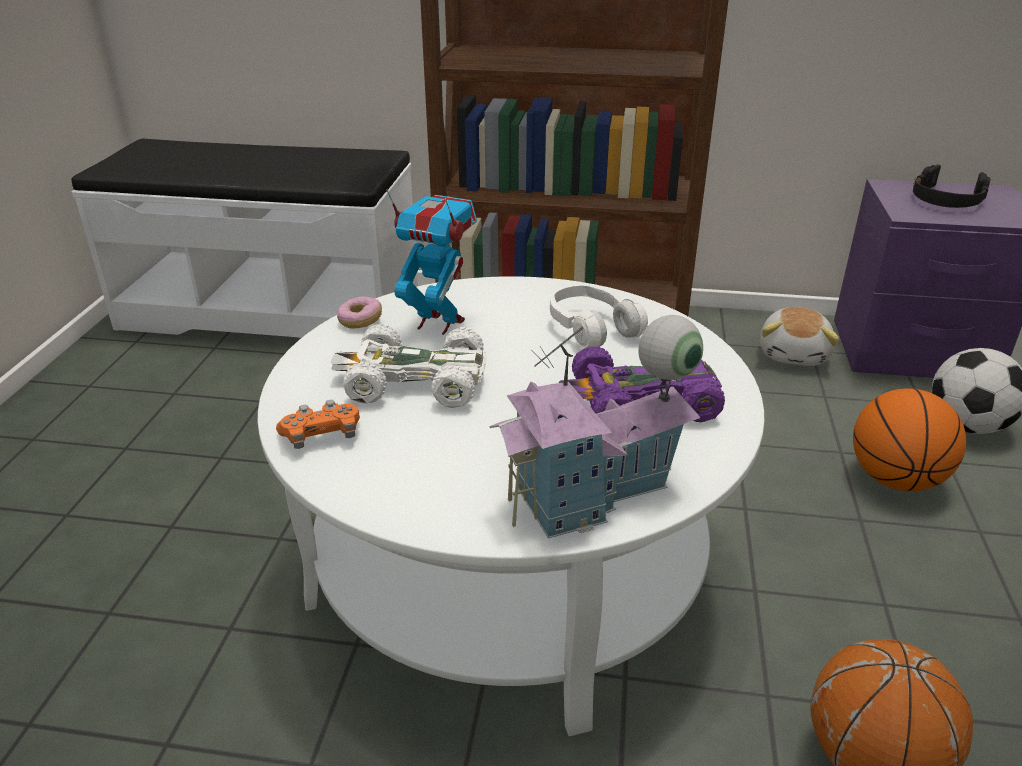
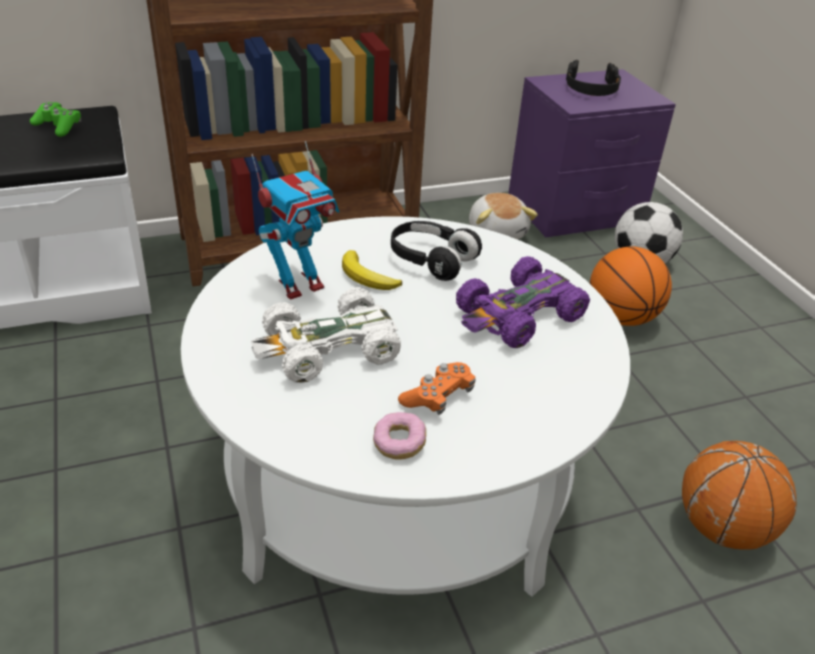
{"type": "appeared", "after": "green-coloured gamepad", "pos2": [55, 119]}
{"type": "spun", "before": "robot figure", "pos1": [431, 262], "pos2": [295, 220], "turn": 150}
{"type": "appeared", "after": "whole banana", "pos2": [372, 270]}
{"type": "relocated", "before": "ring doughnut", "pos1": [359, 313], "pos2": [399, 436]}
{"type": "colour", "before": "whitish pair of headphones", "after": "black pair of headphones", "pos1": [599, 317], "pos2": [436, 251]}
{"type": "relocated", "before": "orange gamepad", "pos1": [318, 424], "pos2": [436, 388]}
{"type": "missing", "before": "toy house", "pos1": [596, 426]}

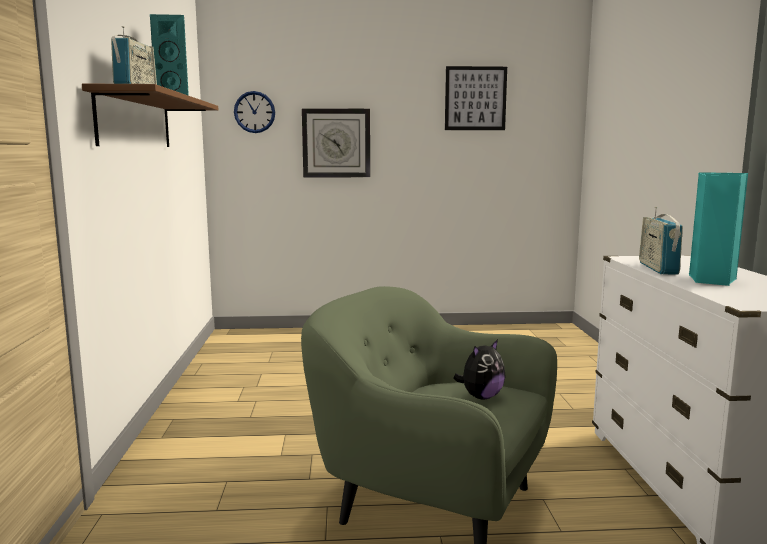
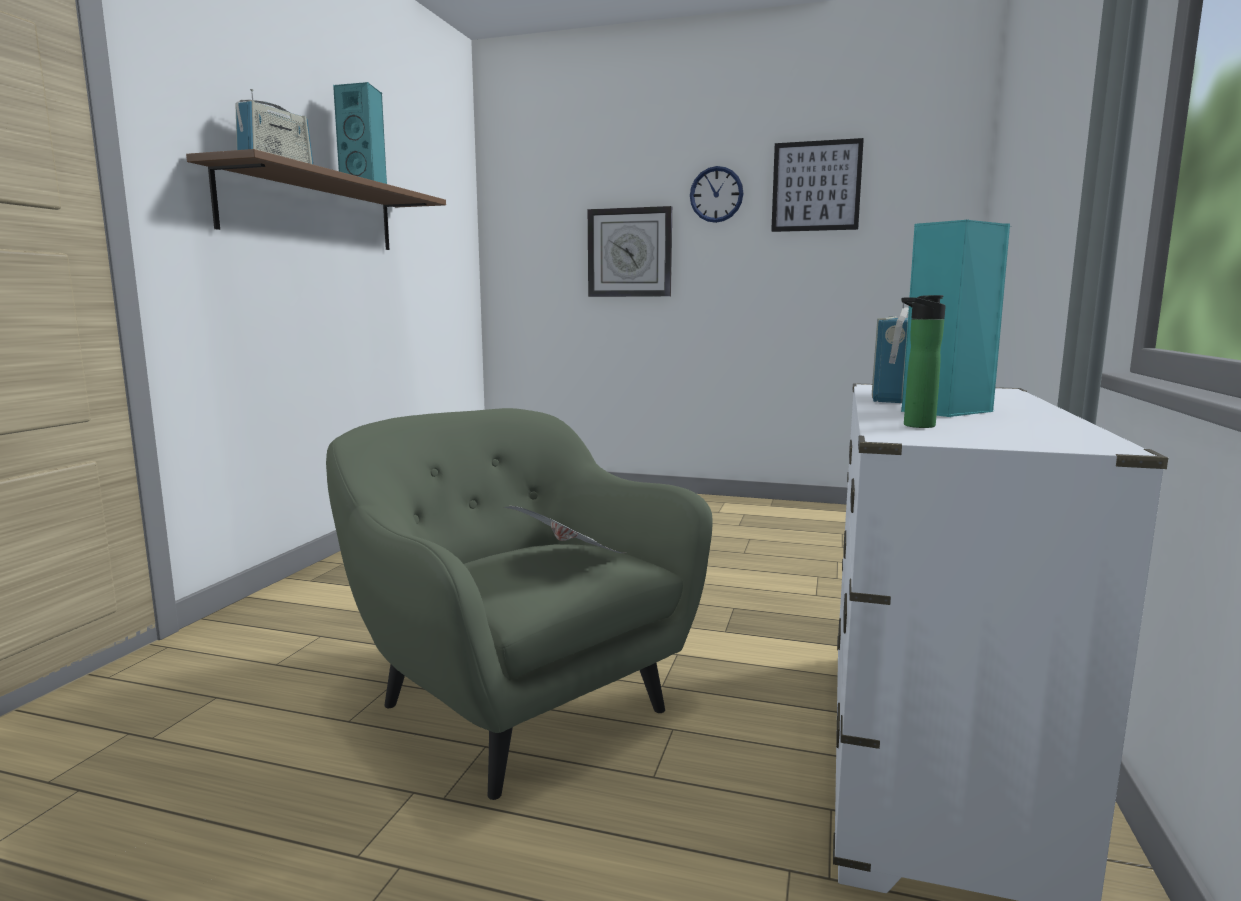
{"type": "exchanged", "before": "plush toy", "after": "printed paper", "pos1": [479, 369], "pos2": [563, 529]}
{"type": "relocated", "before": "hanging clock", "pos1": [254, 112], "pos2": [717, 194]}
{"type": "appeared", "after": "bottle", "pos2": [923, 361]}

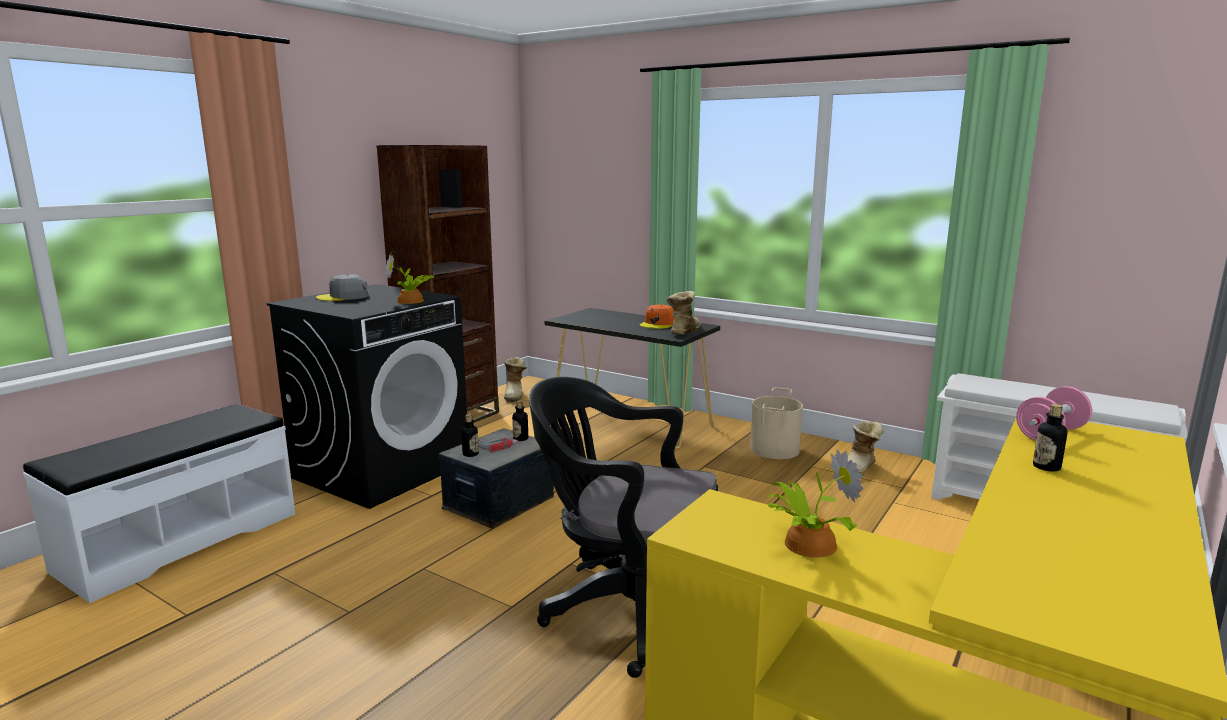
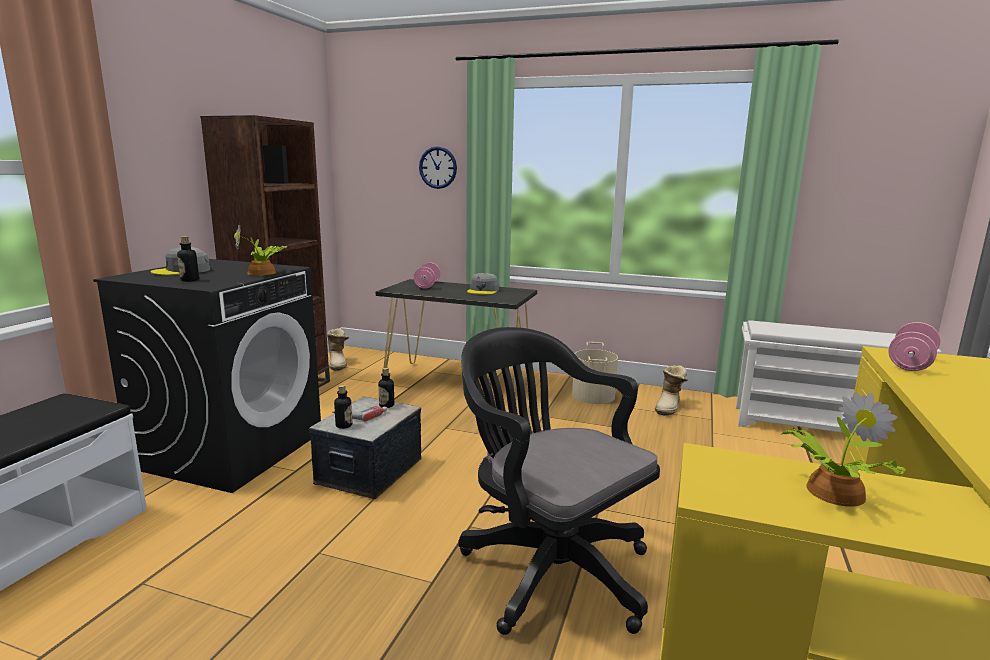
{"type": "relocated", "before": "bottle", "pos1": [1050, 437], "pos2": [188, 259]}
{"type": "appeared", "after": "pink dumbbell", "pos2": [427, 275]}
{"type": "appeared", "after": "hanging clock", "pos2": [438, 167]}
{"type": "spun", "before": "black office chair", "pos1": [623, 527], "pos2": [559, 481], "turn": 45}
{"type": "colour", "before": "orange cap", "after": "grey cap", "pos1": [657, 317], "pos2": [483, 283]}
{"type": "missing", "before": "boot", "pos1": [683, 313]}

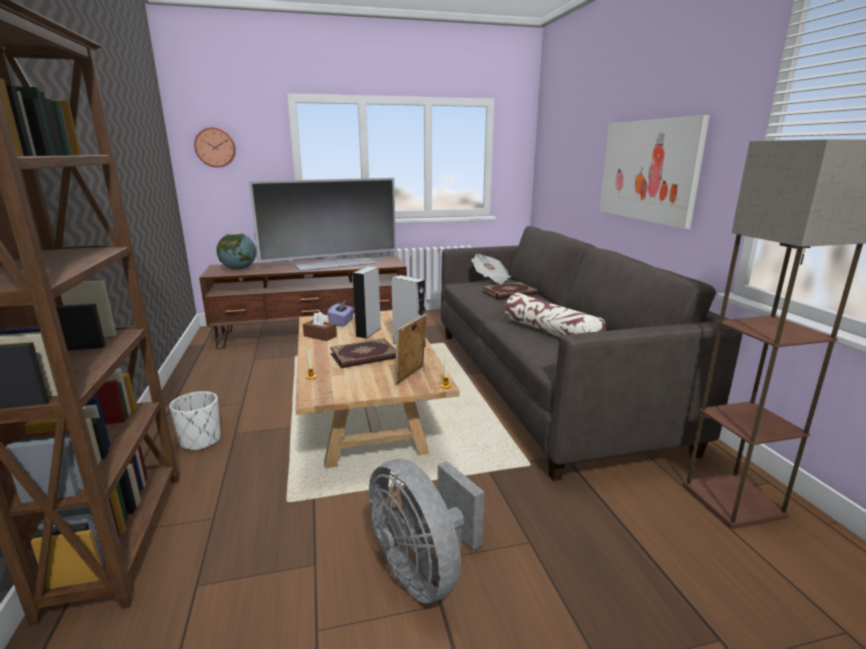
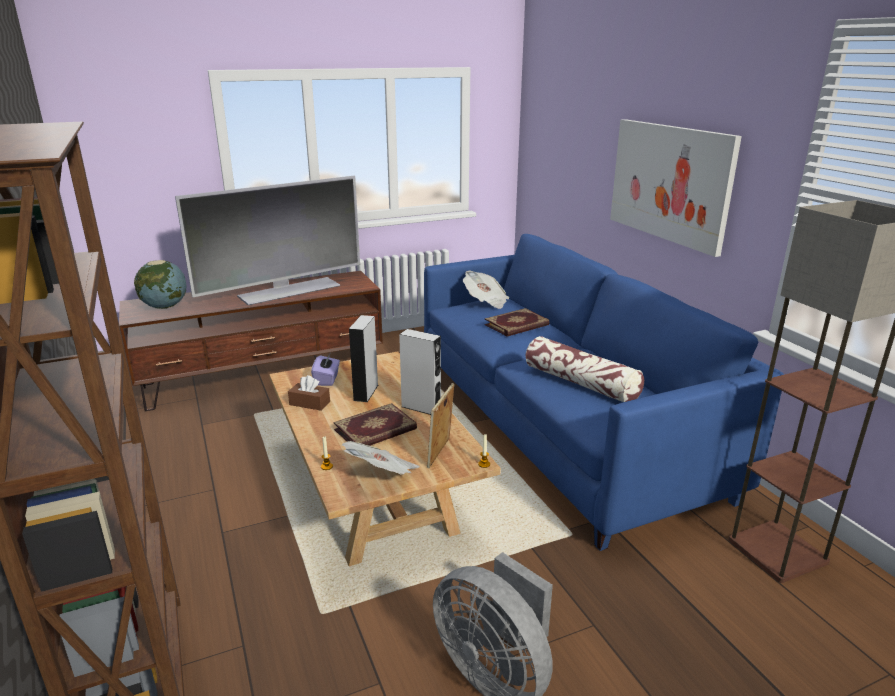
{"type": "appeared", "after": "printed paper", "pos2": [381, 458]}
{"type": "colour", "before": "grey sofa", "after": "blue sofa", "pos1": [592, 353], "pos2": [604, 392]}
{"type": "missing", "before": "whitish flower pot", "pos1": [195, 421]}
{"type": "missing", "before": "hanging clock", "pos1": [215, 147]}

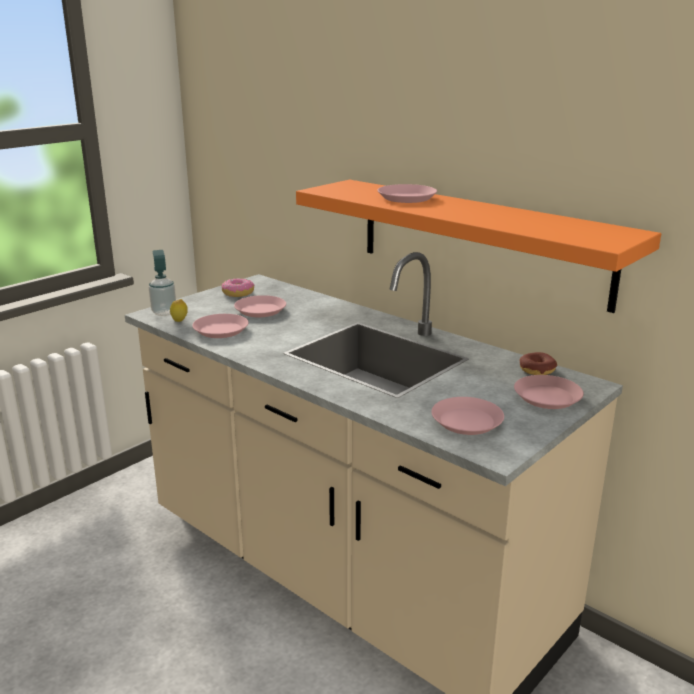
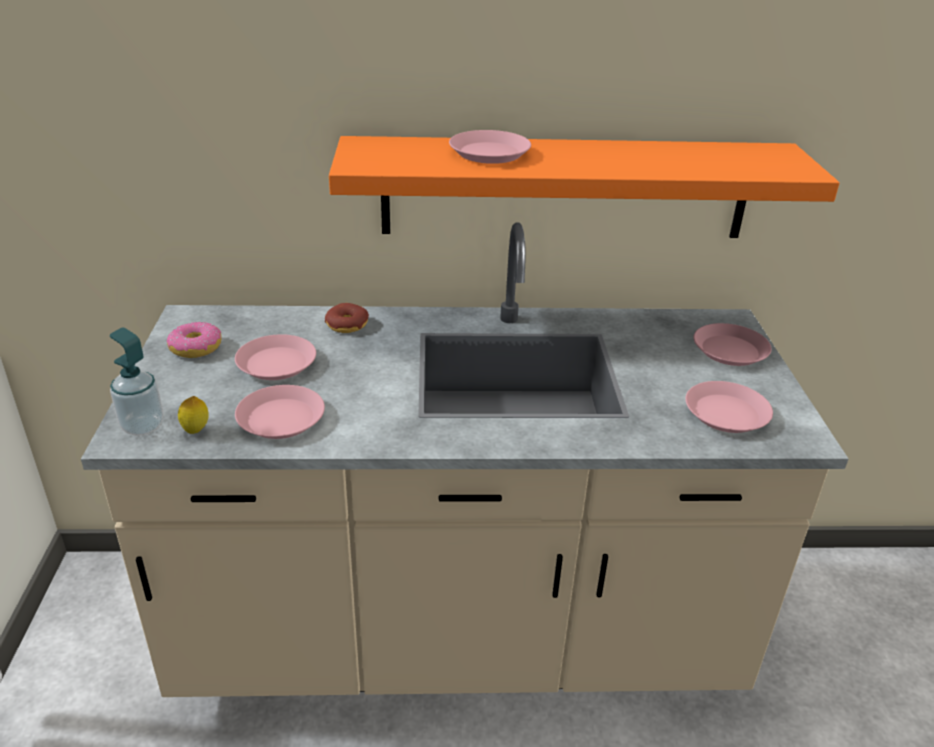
{"type": "relocated", "before": "ring doughnut", "pos1": [538, 363], "pos2": [347, 318]}

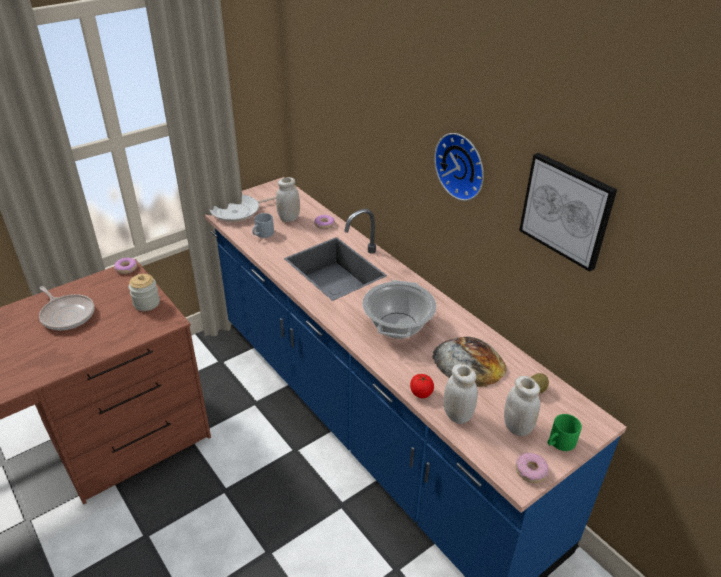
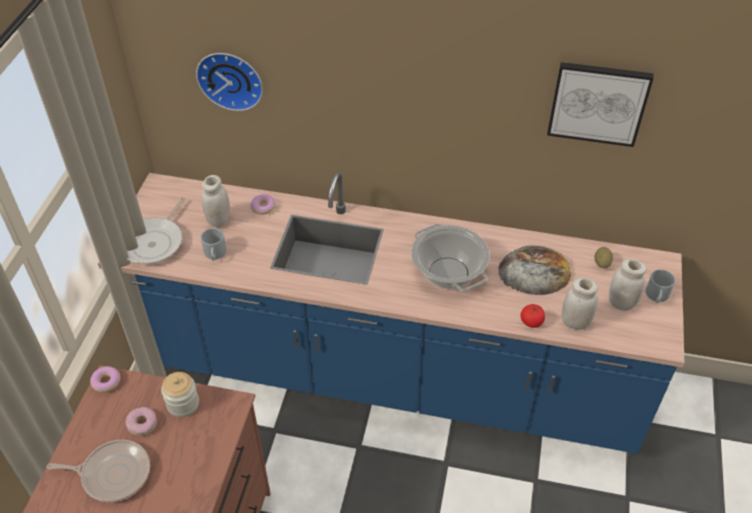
{"type": "relocated", "before": "ring doughnut", "pos1": [532, 468], "pos2": [141, 421]}
{"type": "relocated", "before": "hanging clock", "pos1": [459, 167], "pos2": [229, 82]}
{"type": "colour", "before": "green-coloured tea mug", "after": "grey tea mug", "pos1": [564, 432], "pos2": [660, 286]}

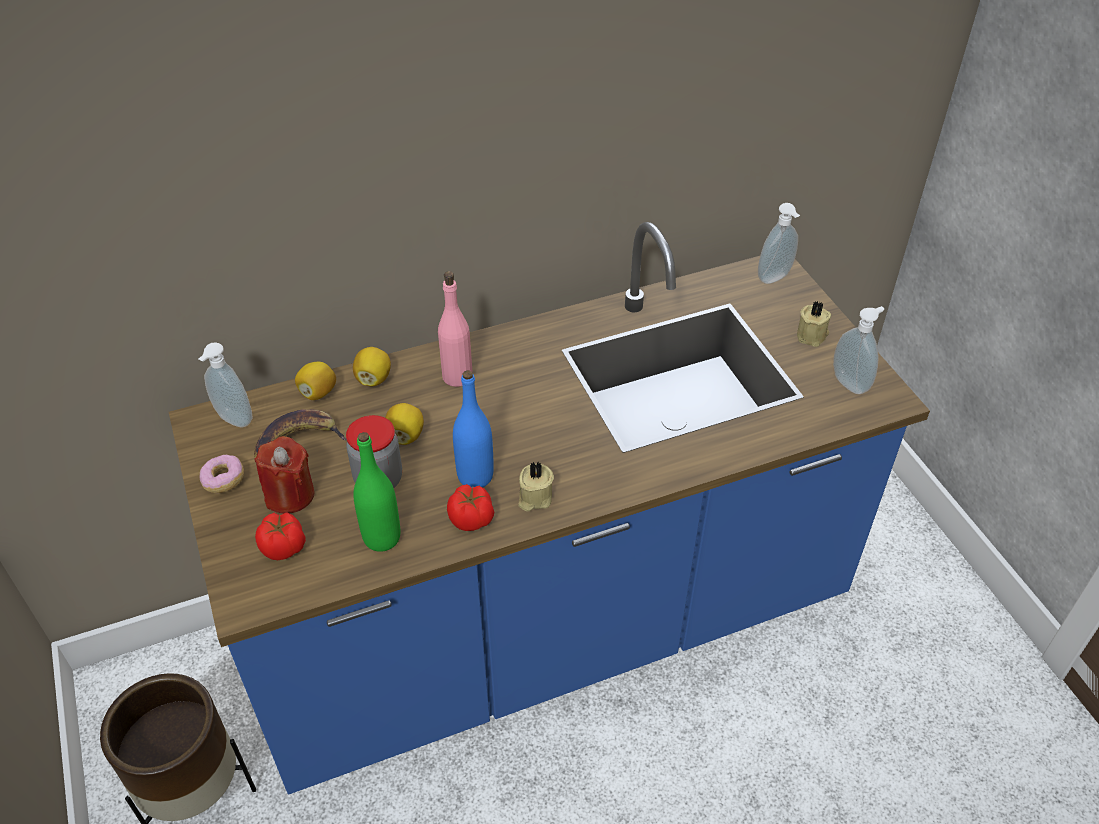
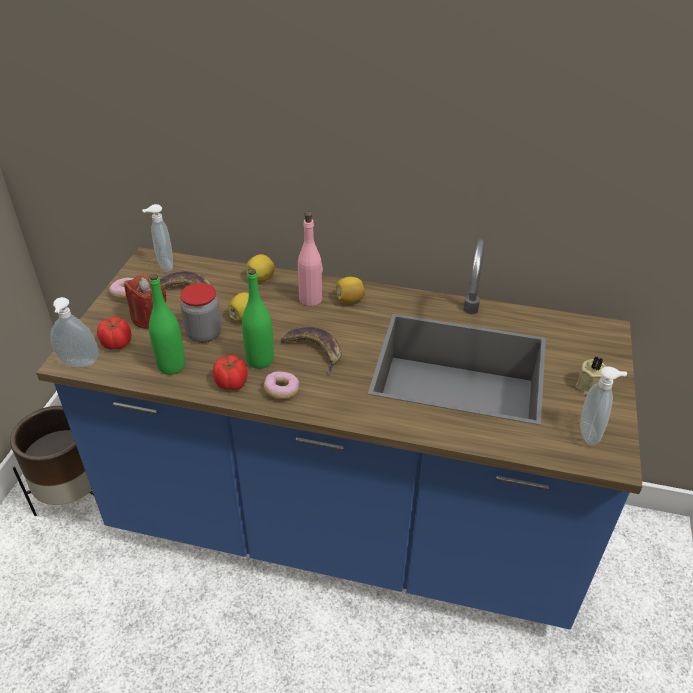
{"type": "relocated", "before": "liquid soap bottle", "pos1": [779, 243], "pos2": [74, 332]}
{"type": "colour", "before": "blue bottle", "after": "green-coloured bottle", "pos1": [473, 428], "pos2": [258, 319]}
{"type": "exchanged", "before": "sand-coloured candle", "after": "ring doughnut", "pos1": [536, 486], "pos2": [281, 385]}
{"type": "appeared", "after": "whole banana", "pos2": [311, 351]}
{"type": "relocated", "before": "whole lemon", "pos1": [315, 381], "pos2": [350, 290]}

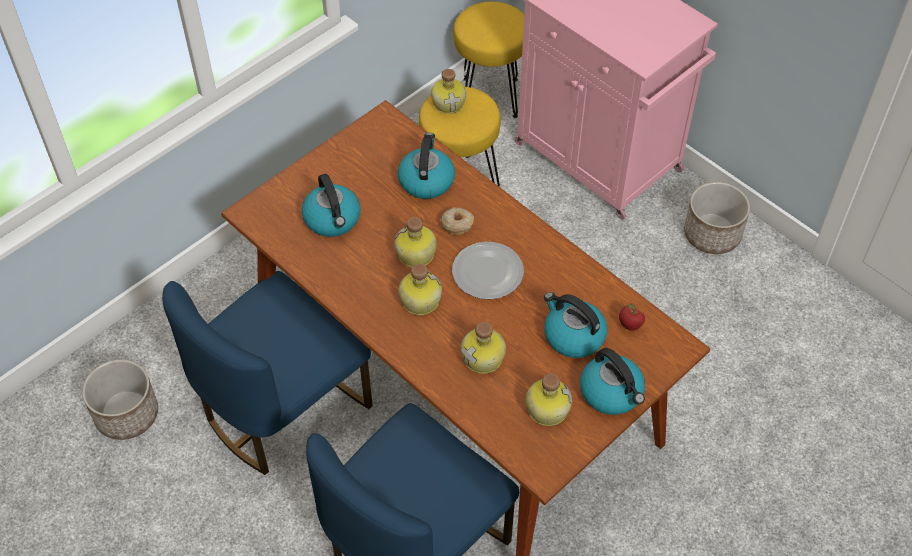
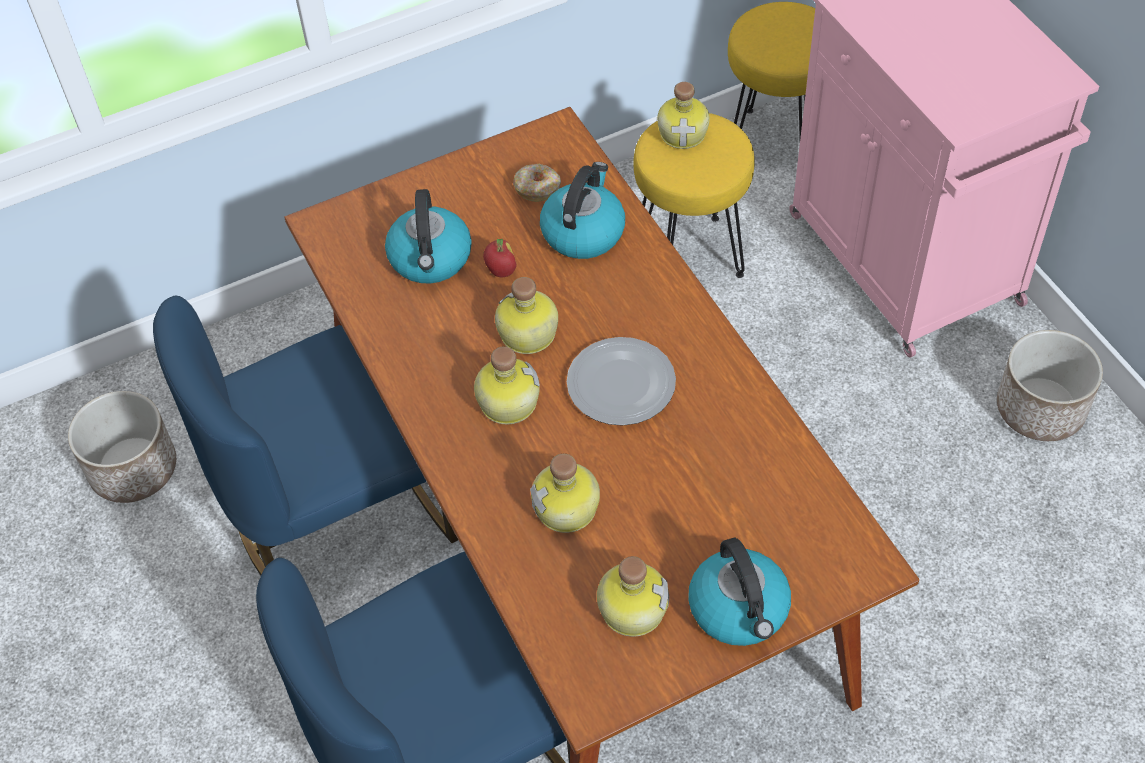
{"type": "relocated", "before": "whole apple", "pos1": [632, 317], "pos2": [500, 258]}
{"type": "relocated", "before": "ring doughnut", "pos1": [457, 221], "pos2": [537, 183]}
{"type": "missing", "before": "tea kettle", "pos1": [575, 325]}

